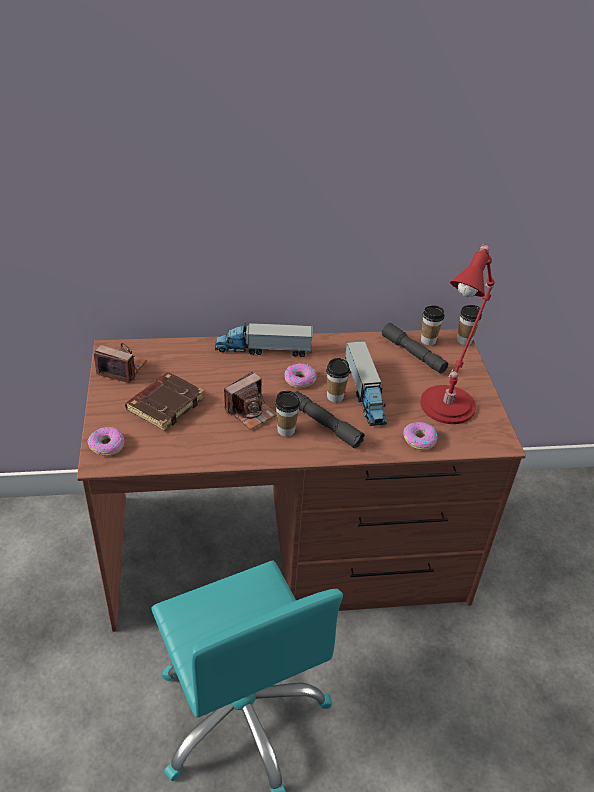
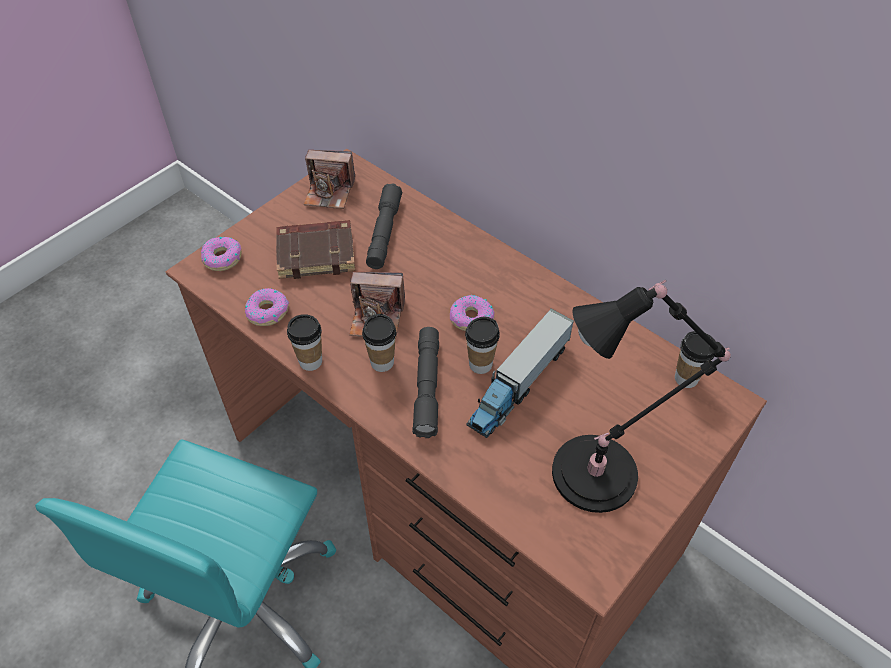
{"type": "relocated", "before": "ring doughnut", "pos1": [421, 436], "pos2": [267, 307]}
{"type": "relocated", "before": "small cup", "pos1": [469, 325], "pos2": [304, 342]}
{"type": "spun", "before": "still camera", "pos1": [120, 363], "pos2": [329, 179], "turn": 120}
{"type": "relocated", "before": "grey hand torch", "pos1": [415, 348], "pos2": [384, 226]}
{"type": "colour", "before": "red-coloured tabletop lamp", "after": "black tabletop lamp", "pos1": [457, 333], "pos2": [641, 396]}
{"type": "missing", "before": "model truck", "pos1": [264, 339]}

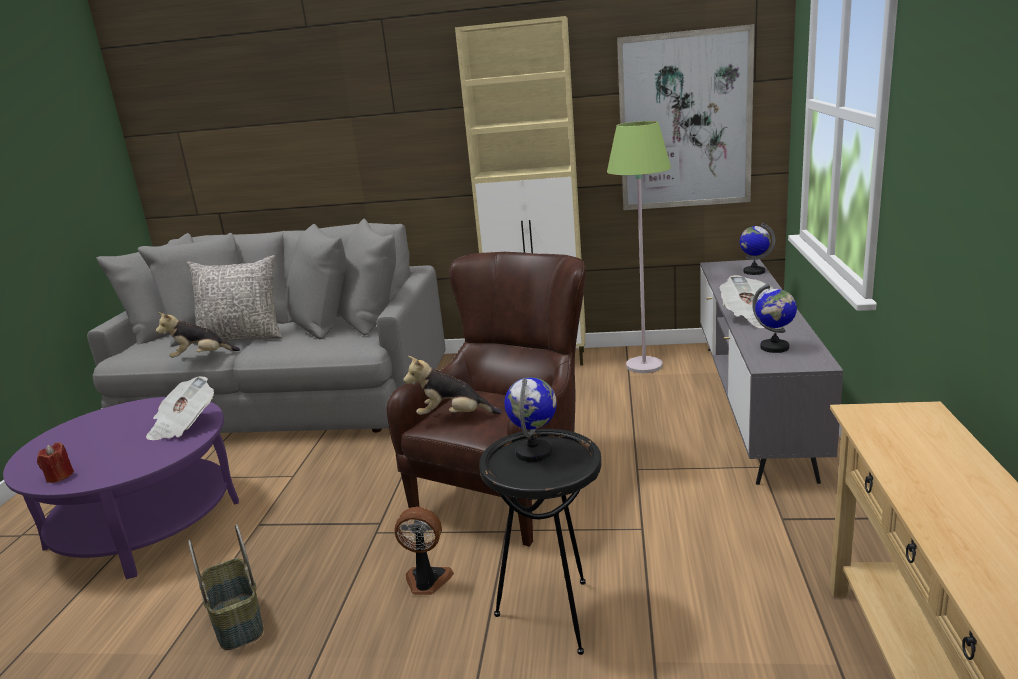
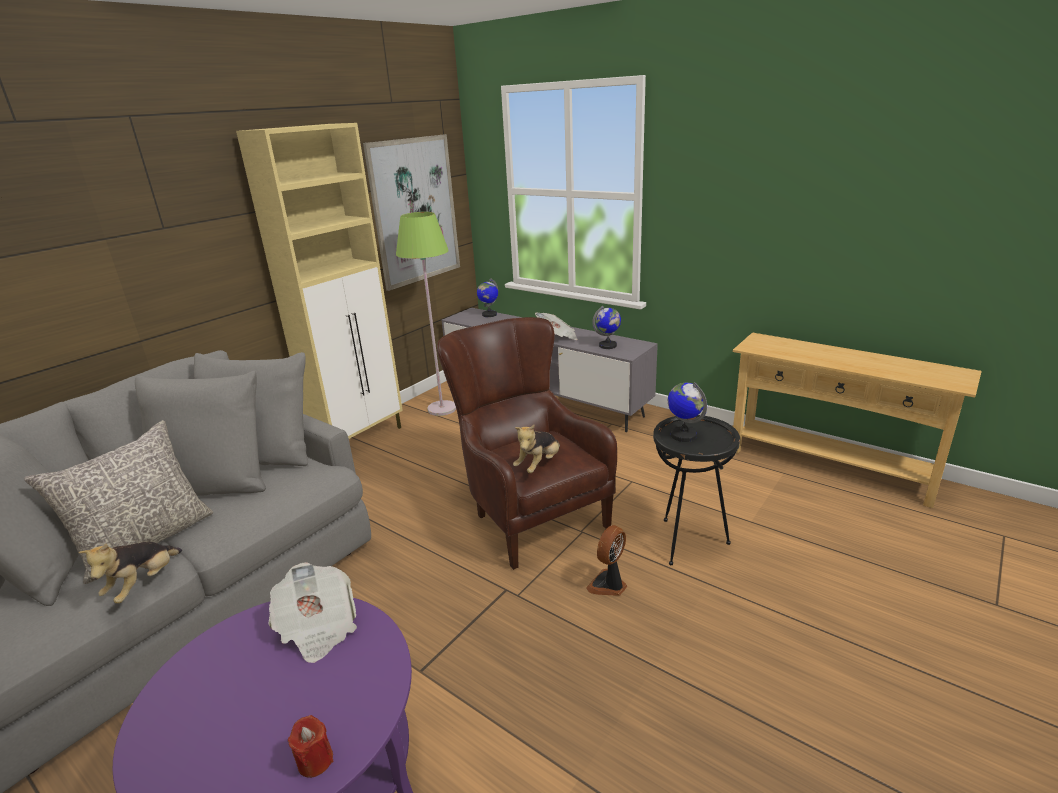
{"type": "missing", "before": "storage basket", "pos1": [225, 587]}

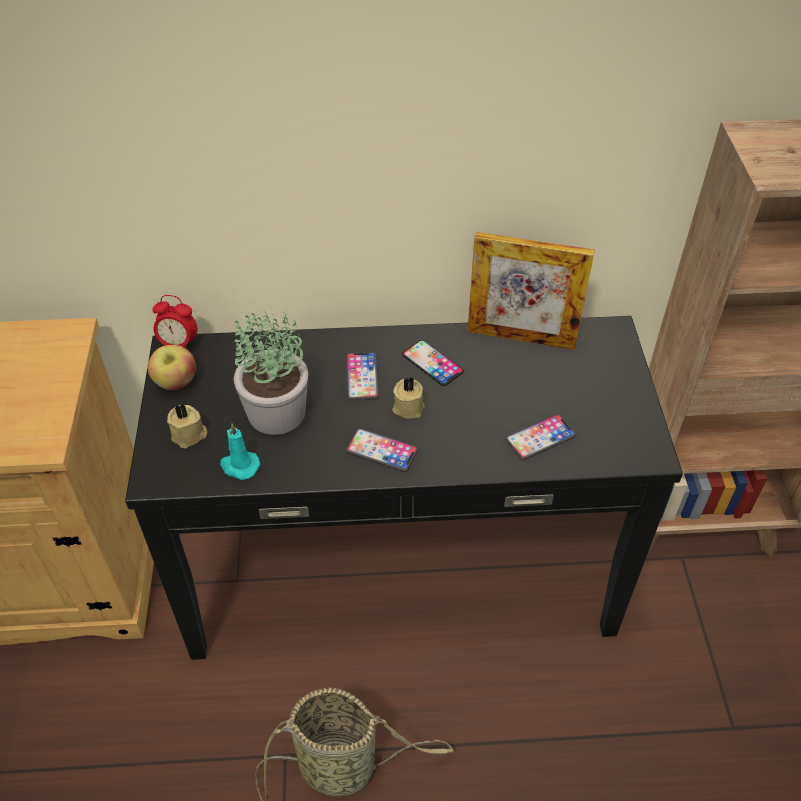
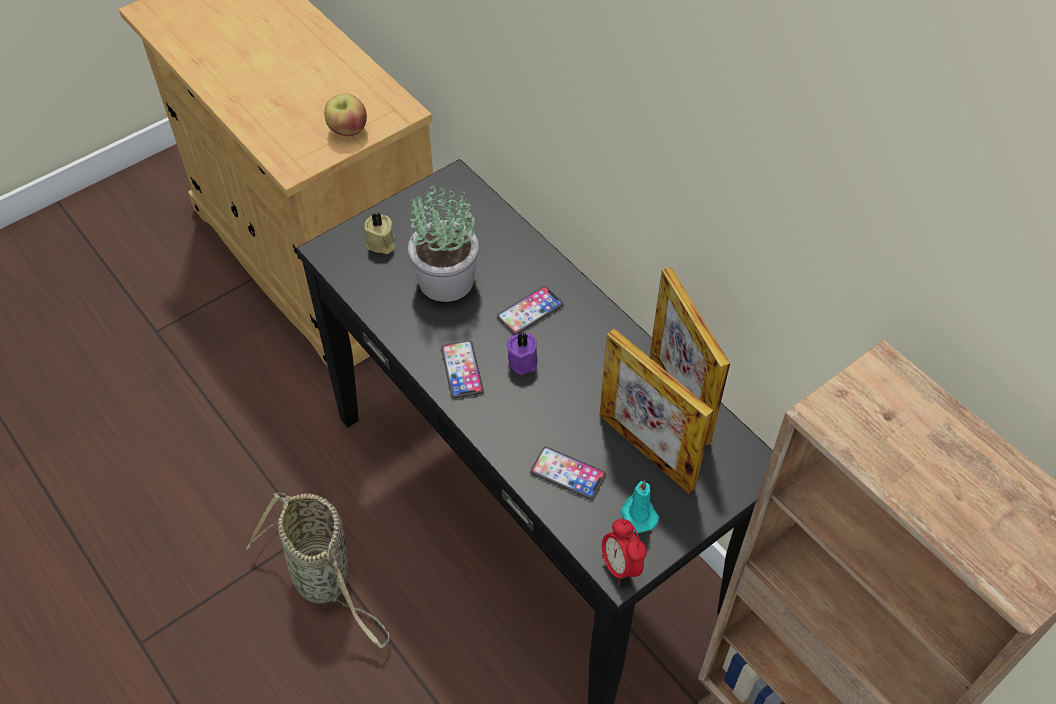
{"type": "relocated", "before": "whole apple", "pos1": [172, 367], "pos2": [345, 115]}
{"type": "colour", "before": "sand-coloured candle", "after": "purple candle", "pos1": [408, 397], "pos2": [522, 354]}
{"type": "appeared", "after": "picture frame", "pos2": [656, 411]}
{"type": "relocated", "before": "bedside clock", "pos1": [174, 323], "pos2": [624, 552]}
{"type": "relocated", "before": "blue-green candle", "pos1": [240, 452], "pos2": [640, 506]}
{"type": "missing", "before": "phone", "pos1": [433, 363]}

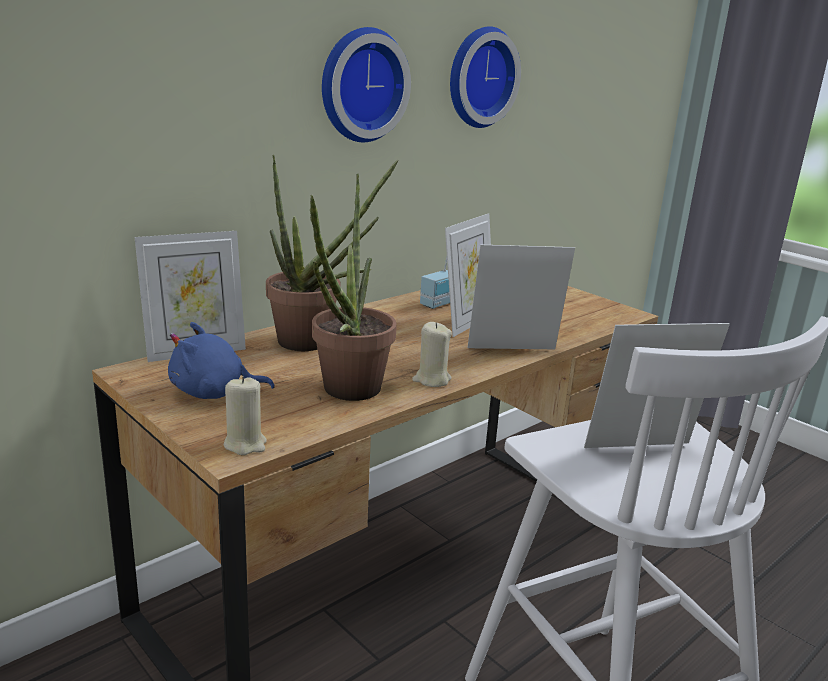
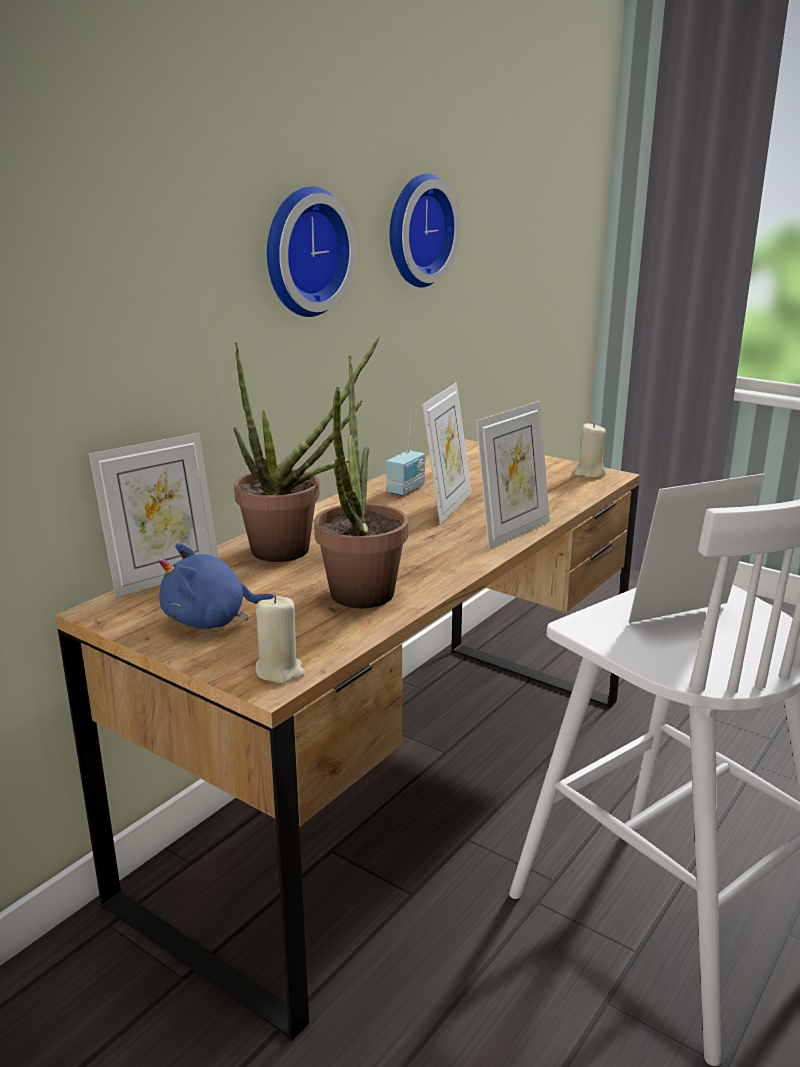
{"type": "spun", "before": "picture frame", "pos1": [521, 297], "pos2": [513, 475], "turn": 150}
{"type": "relocated", "before": "sand-coloured candle", "pos1": [432, 354], "pos2": [590, 450]}

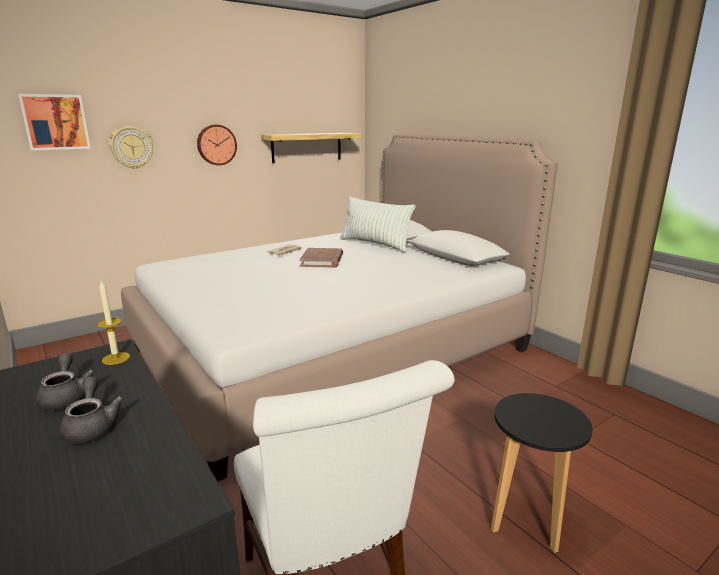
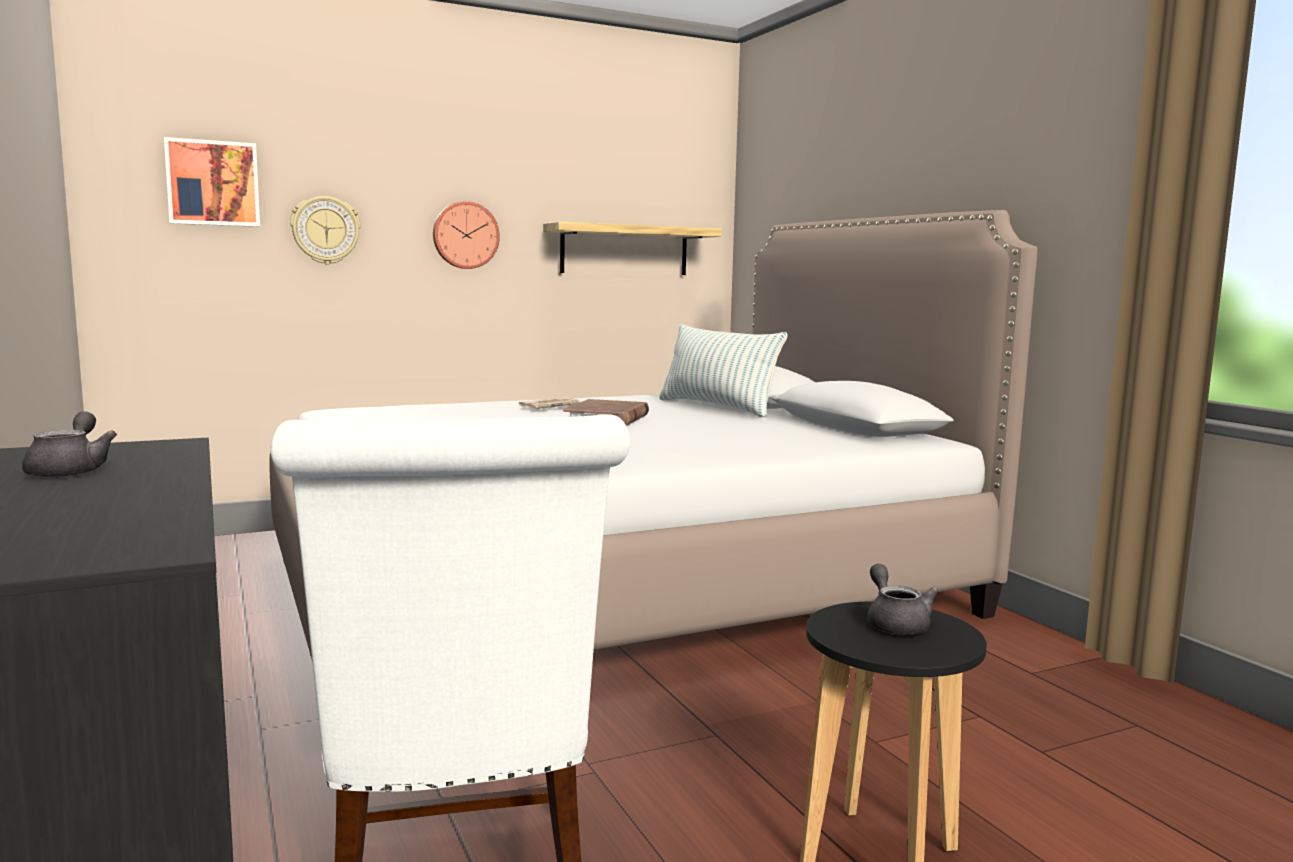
{"type": "relocated", "before": "grey tea pot", "pos1": [91, 410], "pos2": [902, 599]}
{"type": "missing", "before": "candle", "pos1": [113, 323]}

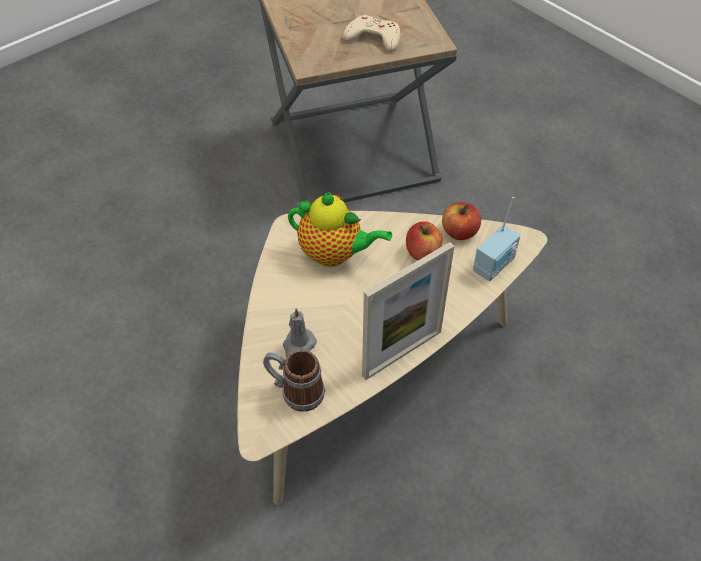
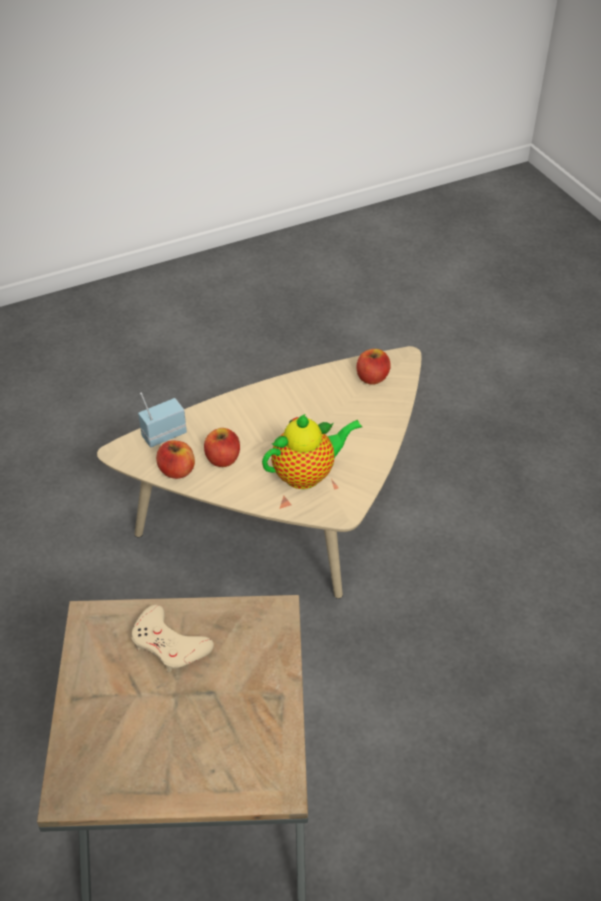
{"type": "spun", "before": "tea pot", "pos1": [340, 229], "pos2": [312, 451], "turn": 120}
{"type": "exchanged", "before": "tea mug", "after": "whole apple", "pos1": [294, 381], "pos2": [373, 367]}
{"type": "missing", "before": "grey candle", "pos1": [300, 333]}
{"type": "missing", "before": "picture frame", "pos1": [408, 311]}

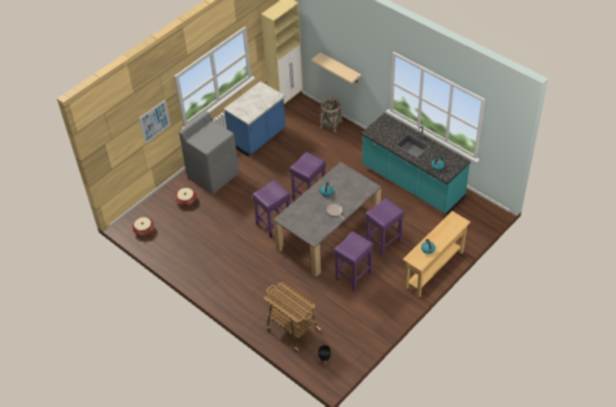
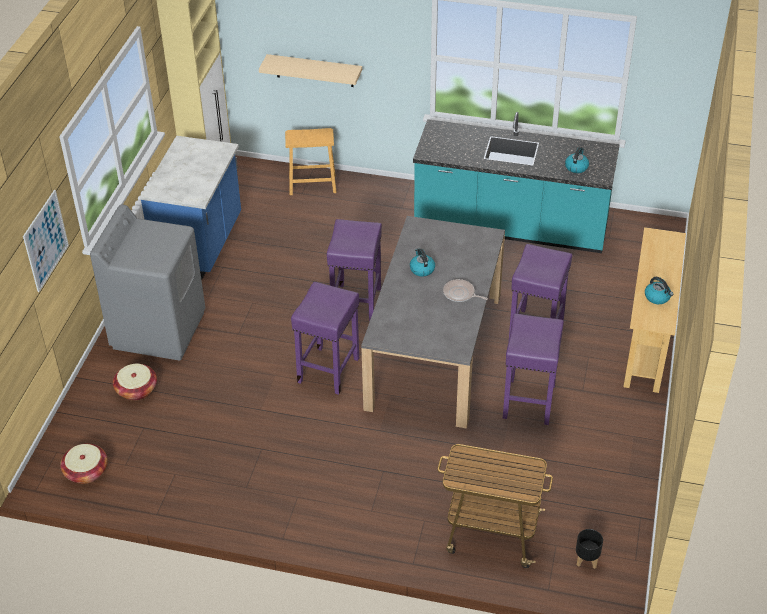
{"type": "exchanged", "before": "storage basket", "after": "brown stool seat", "pos1": [331, 115], "pos2": [310, 161]}

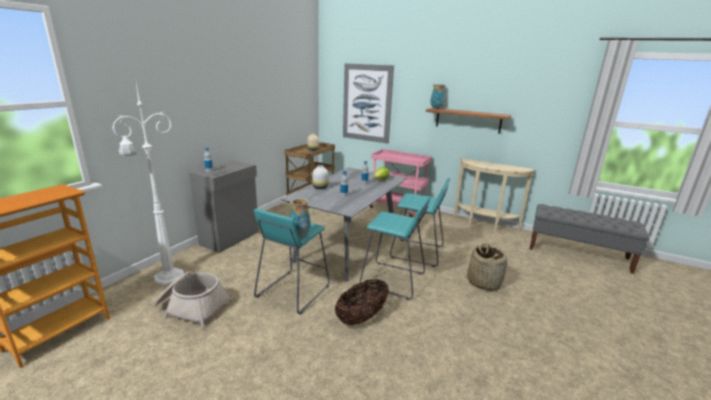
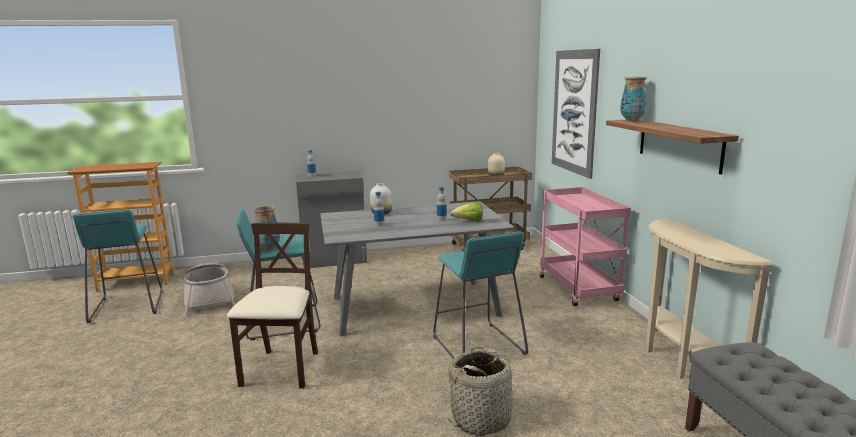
{"type": "relocated", "before": "blue-green stool seat", "pos1": [395, 248], "pos2": [118, 266]}
{"type": "exchanged", "before": "storage basket", "after": "sand-coloured upright chair", "pos1": [362, 302], "pos2": [272, 306]}
{"type": "missing", "before": "whitish standing lamp", "pos1": [148, 185]}

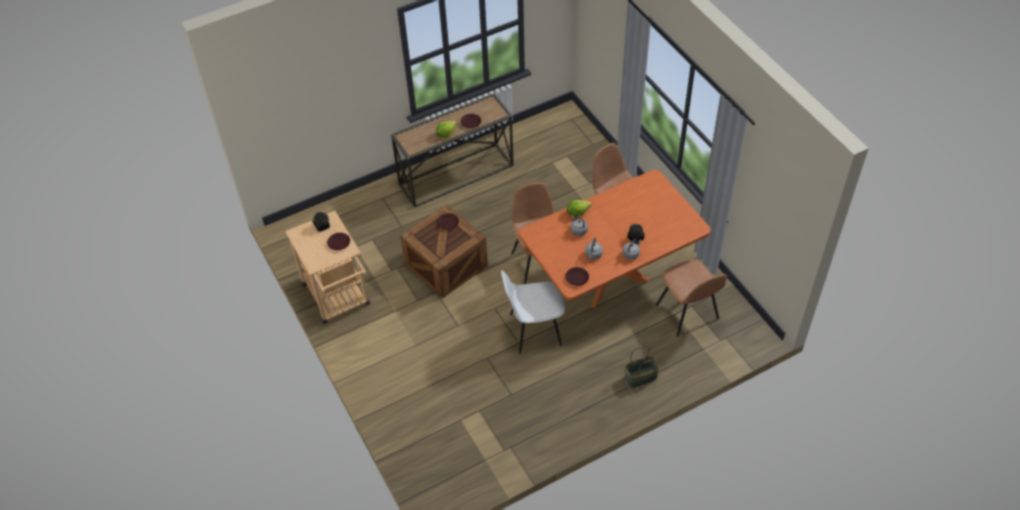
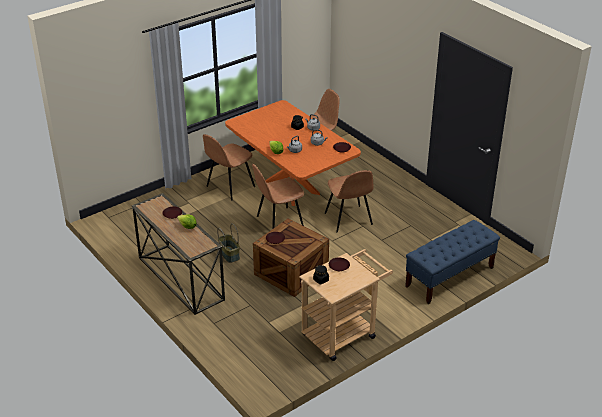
{"type": "relocated", "before": "storage basket", "pos1": [642, 366], "pos2": [228, 243]}
{"type": "colour", "before": "whitish upright chair", "after": "brown upright chair", "pos1": [533, 312], "pos2": [349, 201]}
{"type": "appeared", "after": "blue long seat", "pos2": [452, 262]}

